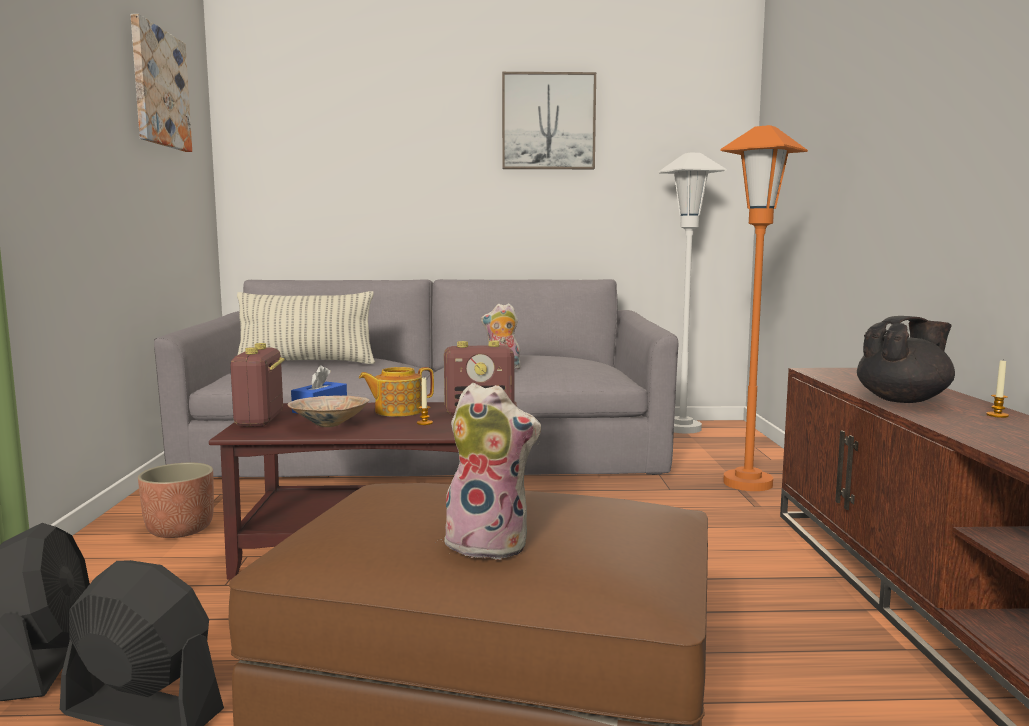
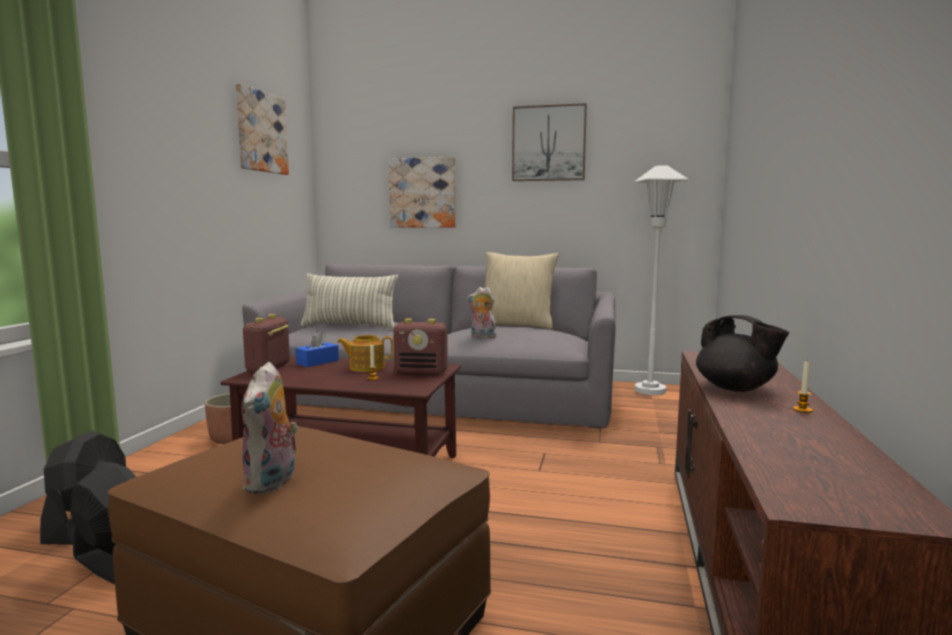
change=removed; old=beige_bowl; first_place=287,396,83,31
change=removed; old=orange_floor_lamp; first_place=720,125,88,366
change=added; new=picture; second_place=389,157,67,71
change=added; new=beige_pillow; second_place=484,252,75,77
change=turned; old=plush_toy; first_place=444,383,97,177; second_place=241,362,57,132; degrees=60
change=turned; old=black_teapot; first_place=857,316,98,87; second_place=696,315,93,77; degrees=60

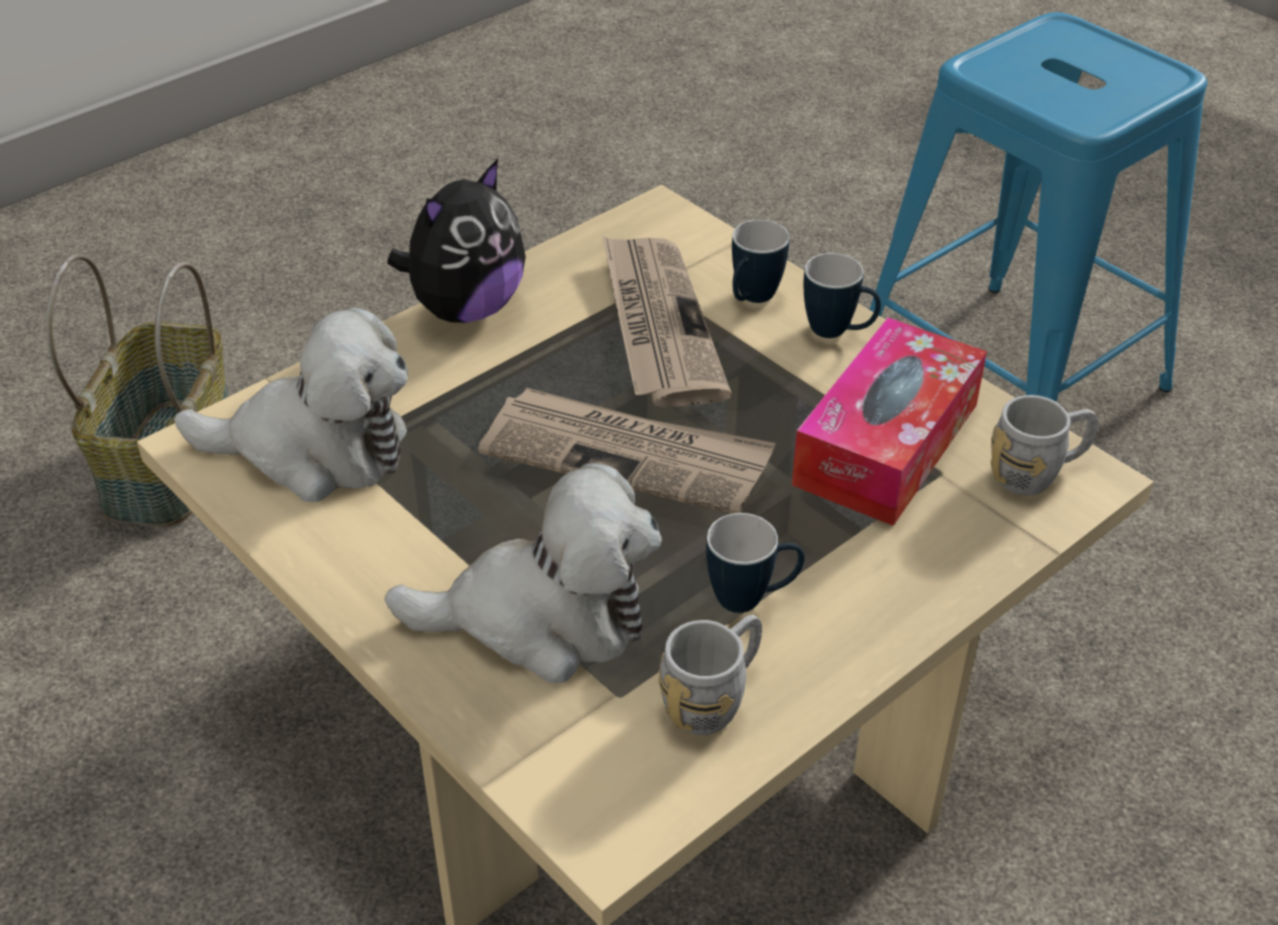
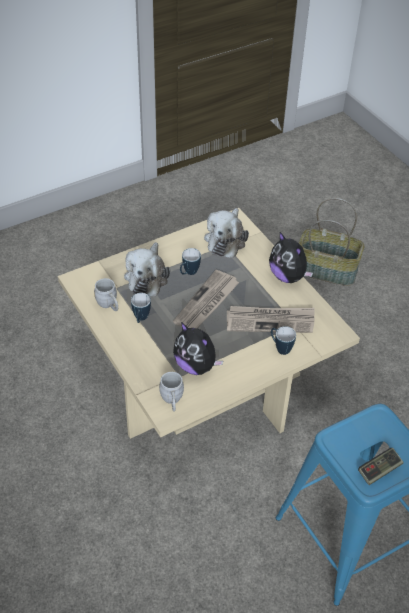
change=added; new=game_controller; second_place=358,448,46,37
change=moved; old=mug; first_place=804,253,77,85; second_place=180,248,21,27
change=replaced; old=tissue_box; new=plush_toy; first_place=792,317,195,209; second_place=173,322,50,53

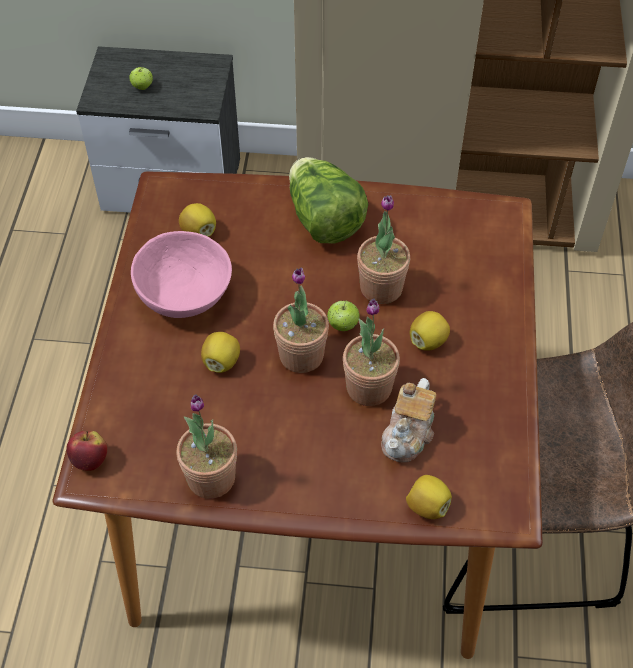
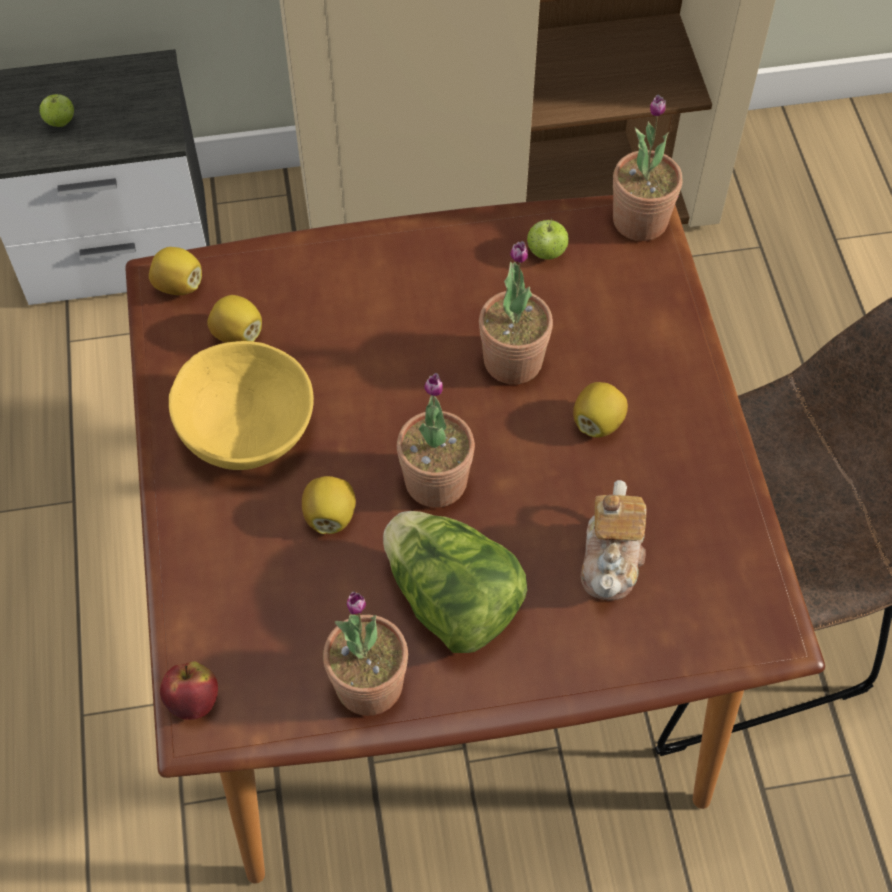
change=moved; old=lettuce; first_place=289,157,79,86; second_place=383,511,144,142
change=moved; old=apple; first_place=327,301,33,30; second_place=527,218,42,42
change=moved; old=potted_plant; first_place=343,299,57,107; second_place=613,94,69,147
change=moved; old=lemon; first_place=406,475,46,44; second_place=149,247,53,48
change=recoloured; old=pink_bowl; new=yellow_bowl; first_place=131,231,101,87; second_place=169,341,145,129

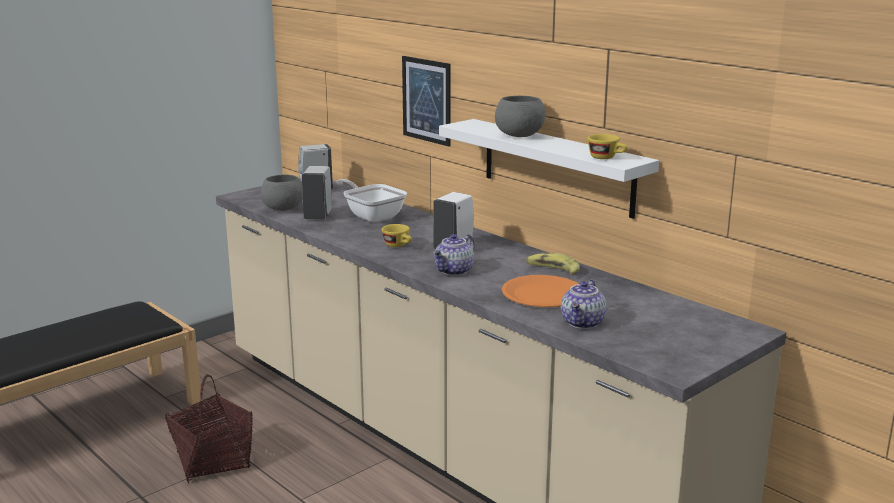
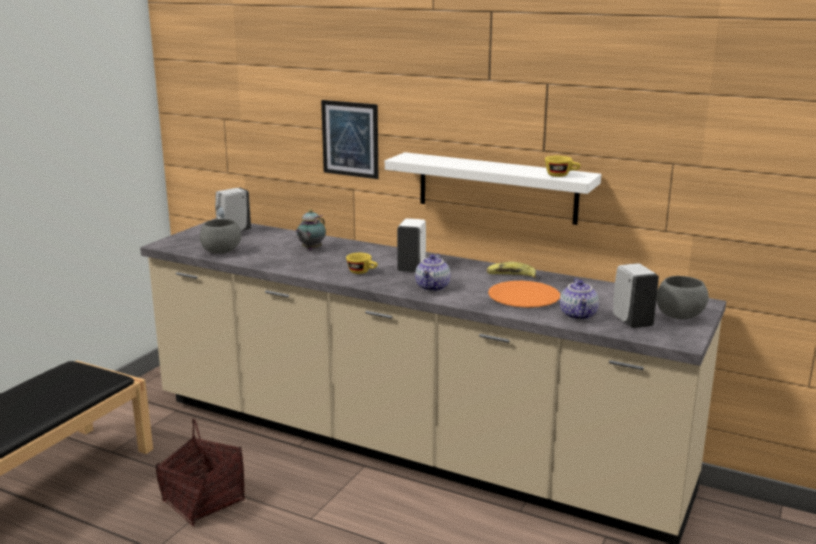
change=moved; old=white_soap_dispenser; first_place=302,166,30,54; second_place=613,263,46,65
change=moved; old=grey_bowl; first_place=495,96,51,41; second_place=657,276,52,44
change=replaced; old=frying_pan; new=teapot; first_place=336,179,71,43; second_place=295,209,31,41

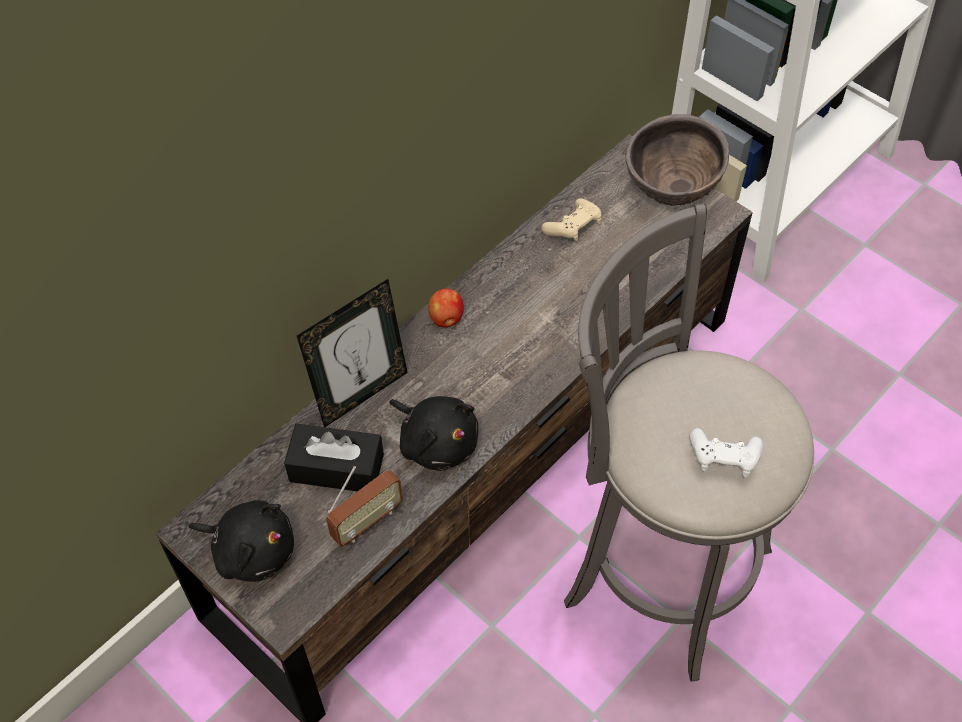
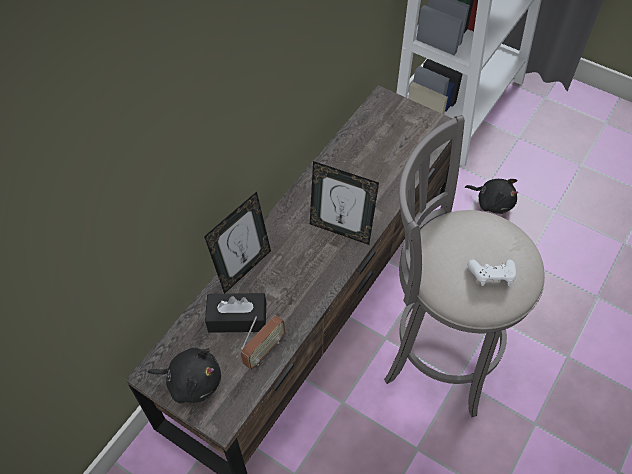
change=removed; old=apple; first_place=428,289,36,39
change=removed; old=beige_game_controller; first_place=541,198,60,43
change=removed; old=brown_bowl; first_place=626,114,104,92
change=added; new=picture_frame; second_place=310,161,69,84
change=moved; old=black_plush_toy; first_place=389,396,89,75; second_place=465,179,53,35

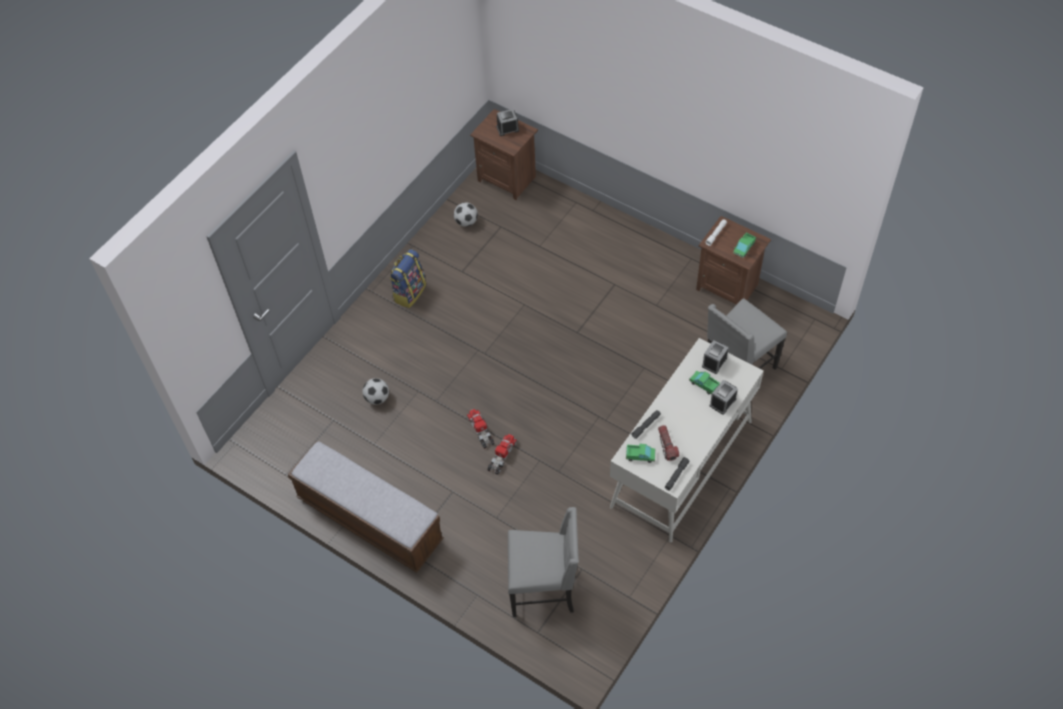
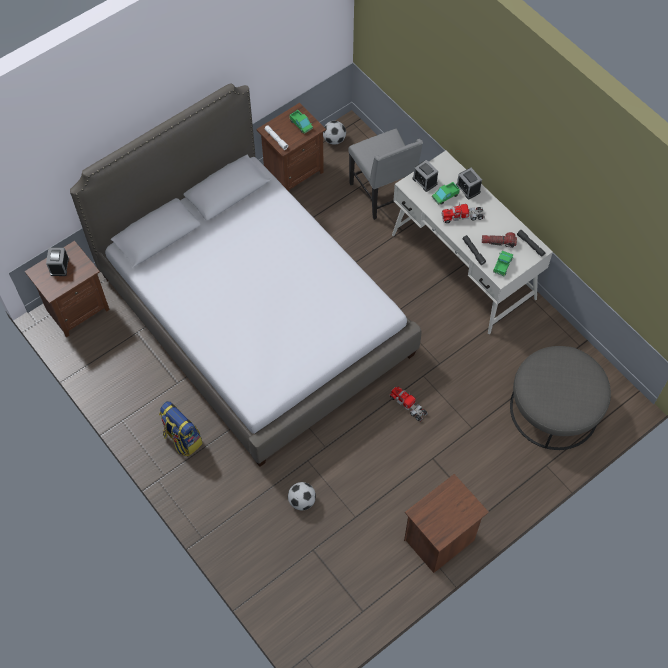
change=added; new=bed; second_place=70,84,351,383
change=moved; old=football; first_place=454,202,24,25; second_place=323,121,23,24
change=moved; old=toy_truck; first_place=467,409,28,40; second_place=441,203,44,20
change=replaced; old=bench; new=brown_nightstand; first_place=288,441,156,132; second_place=404,474,85,99
change=replaced; old=grey_chair; new=grey_ottoman; first_place=508,507,71,110; second_place=510,346,101,104

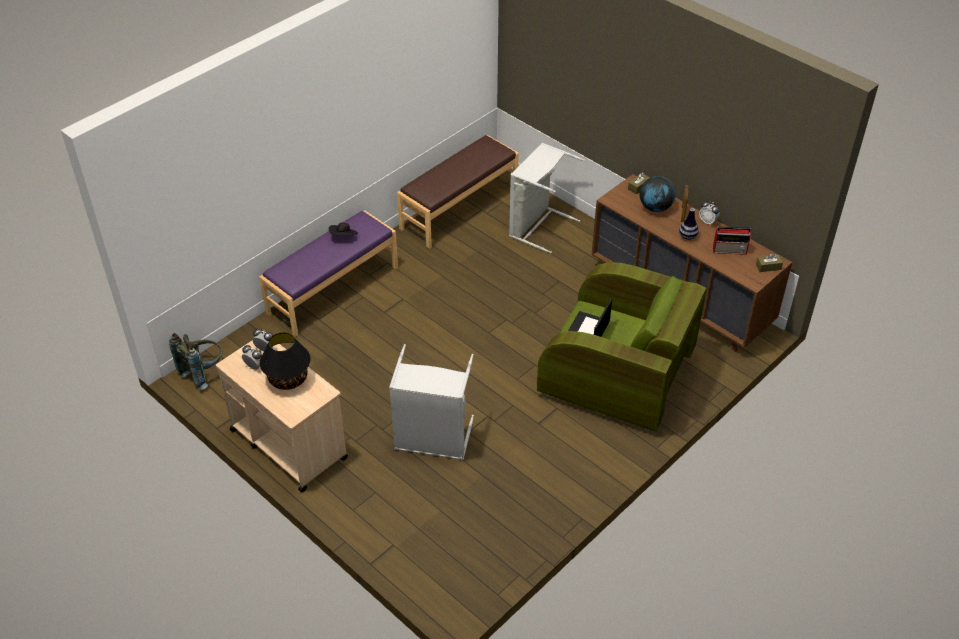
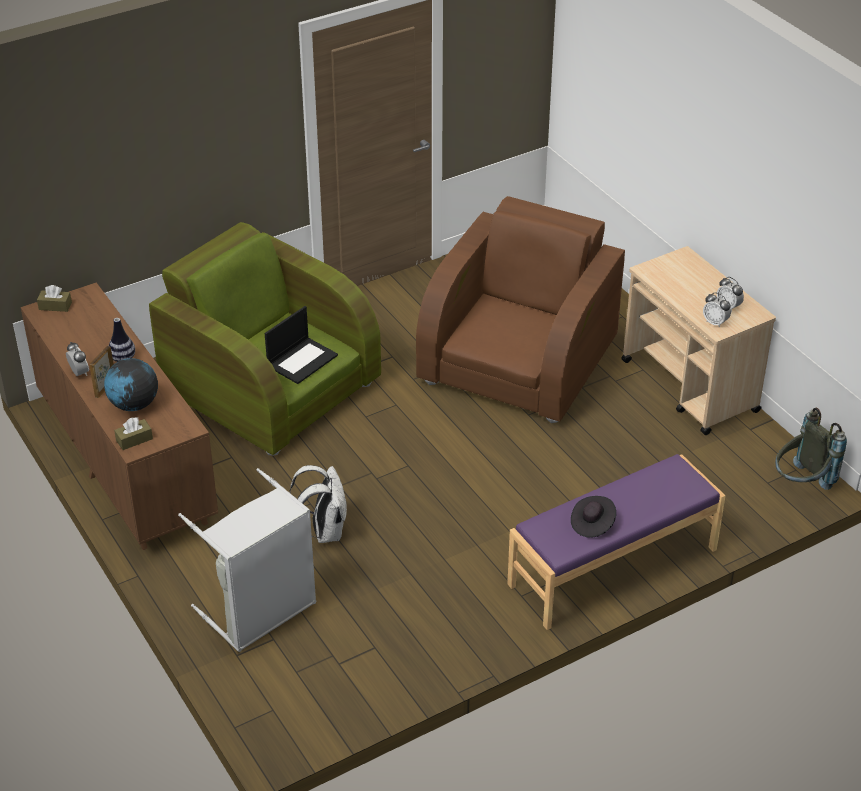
change=removed; old=black_table_lamp; first_place=260,333,51,57
change=removed; old=brown_bench; first_place=397,135,122,114
change=removed; old=radio; first_place=713,226,38,29
change=added; new=white_backpack; second_place=289,465,58,78
change=replaced; old=grey_laundry_basket; new=brown_armchair; first_place=389,344,85,116; second_place=416,196,209,227

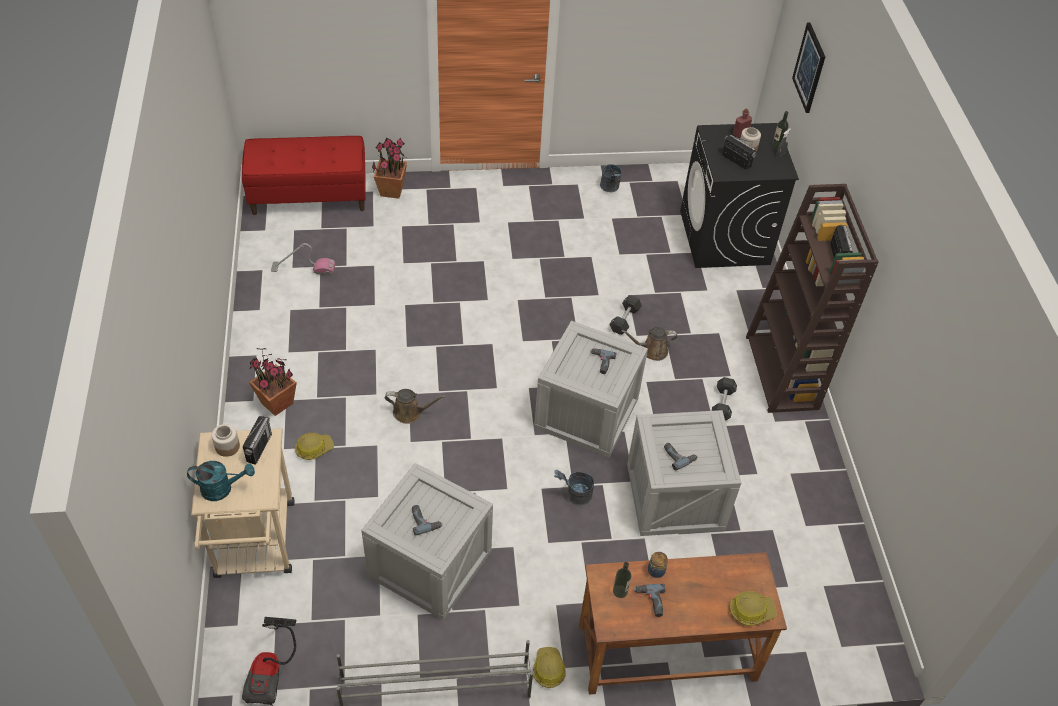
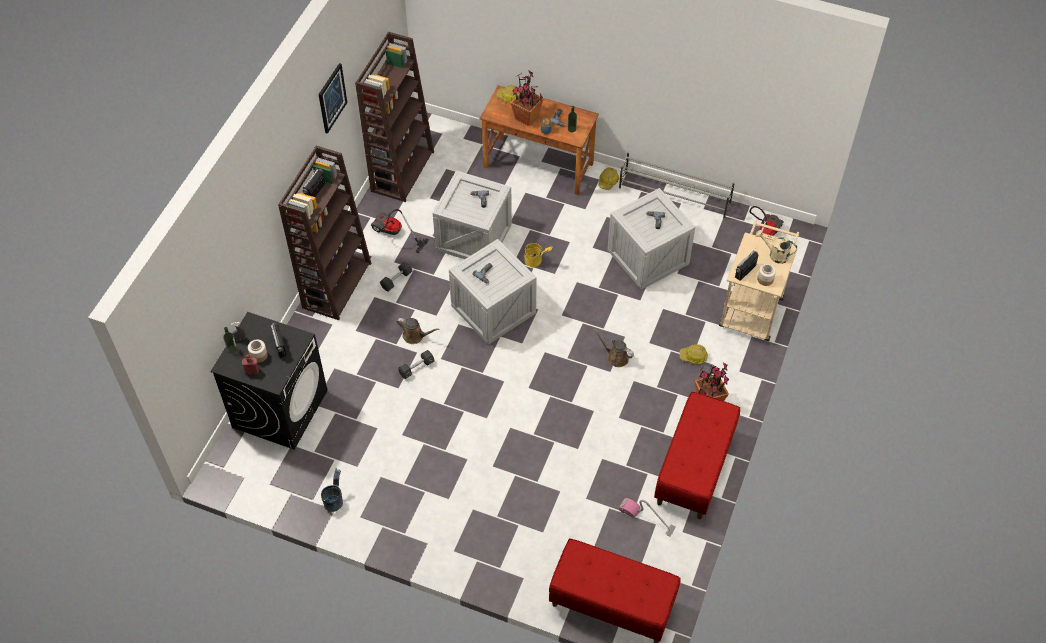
change=added; new=brown_bookcase; second_place=355,32,79,170
change=added; new=vacuum_cleaner; second_place=371,209,58,44
change=added; new=red_bench; second_place=654,392,86,127
change=moved; old=potted_plant; first_place=372,138,35,61; second_place=510,71,34,55
change=moved; old=picture; first_place=792,22,33,91; second_place=318,63,29,71
change=recoloured; old=turquoise_watering_can; new=beige_watering_can; first_place=187,461,68,40; second_place=756,230,41,34
change=recoloured; old=grey_bucket; new=yellow_bucket; first_place=554,470,40,35; second_place=524,243,29,24

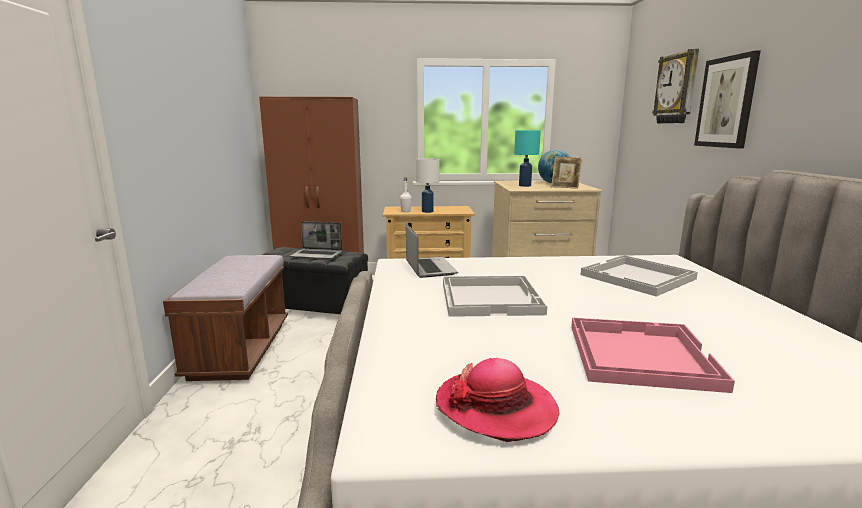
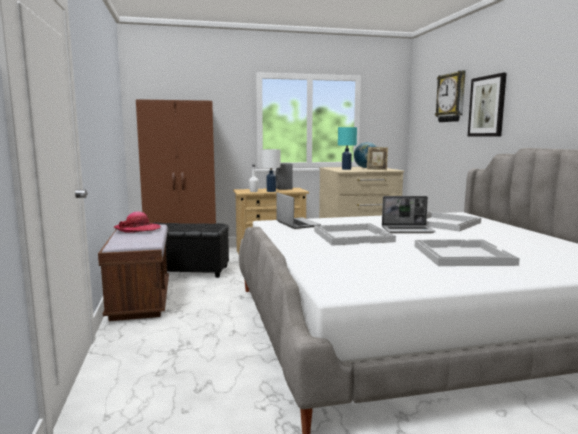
change=added; new=grey_speaker; second_place=276,163,17,27
change=moved; old=laptop; first_place=290,221,53,38; second_place=382,196,54,37
change=moved; old=hat; first_place=436,358,123,84; second_place=114,212,47,20
change=recoloured; old=pink_tray; new=white_tray; first_place=571,318,164,75; second_place=415,239,105,27

